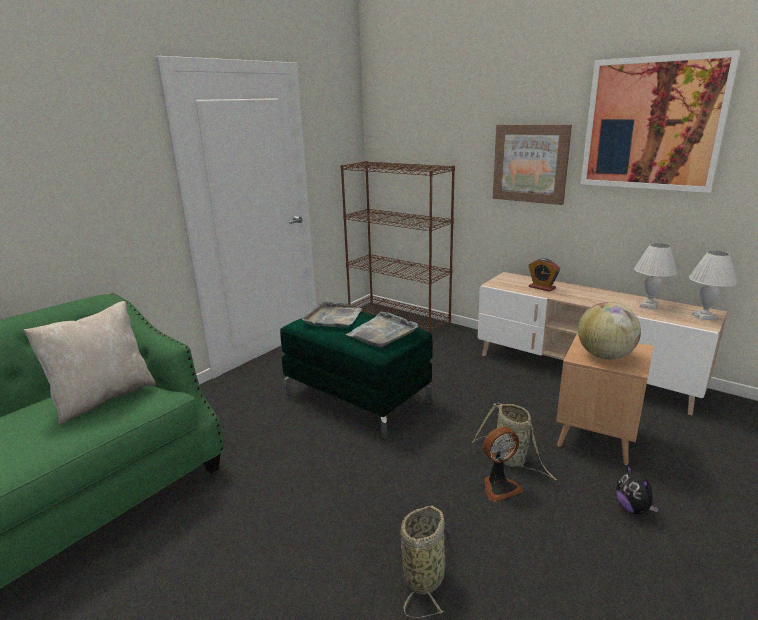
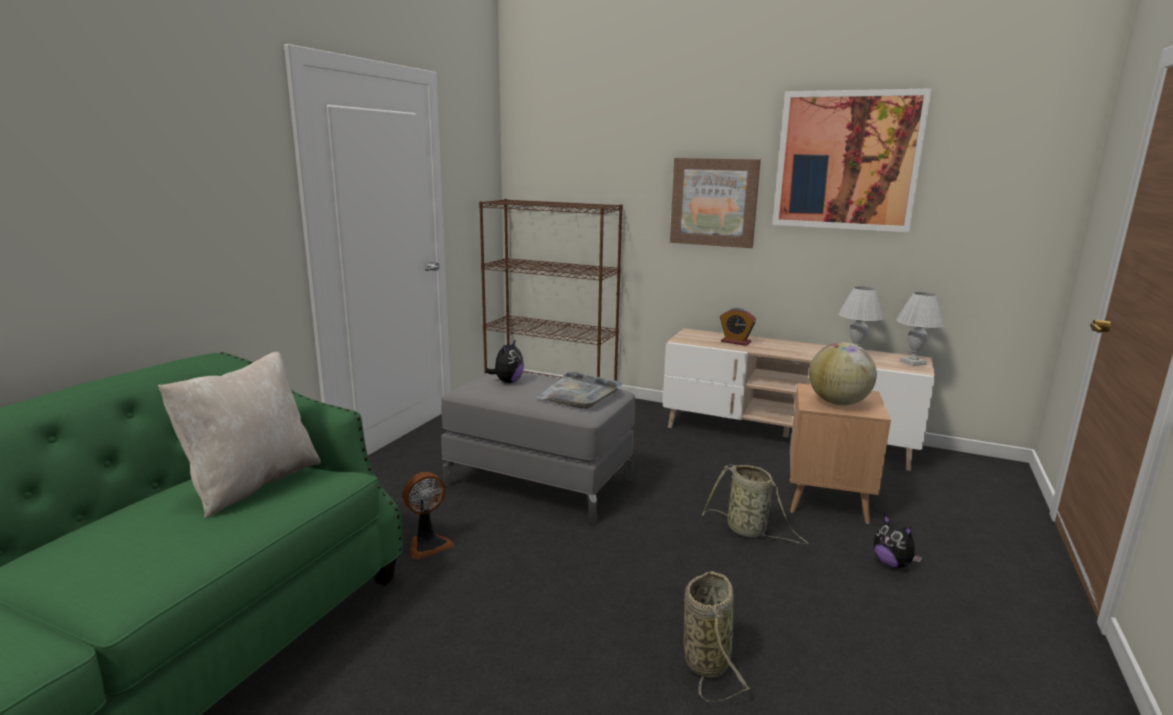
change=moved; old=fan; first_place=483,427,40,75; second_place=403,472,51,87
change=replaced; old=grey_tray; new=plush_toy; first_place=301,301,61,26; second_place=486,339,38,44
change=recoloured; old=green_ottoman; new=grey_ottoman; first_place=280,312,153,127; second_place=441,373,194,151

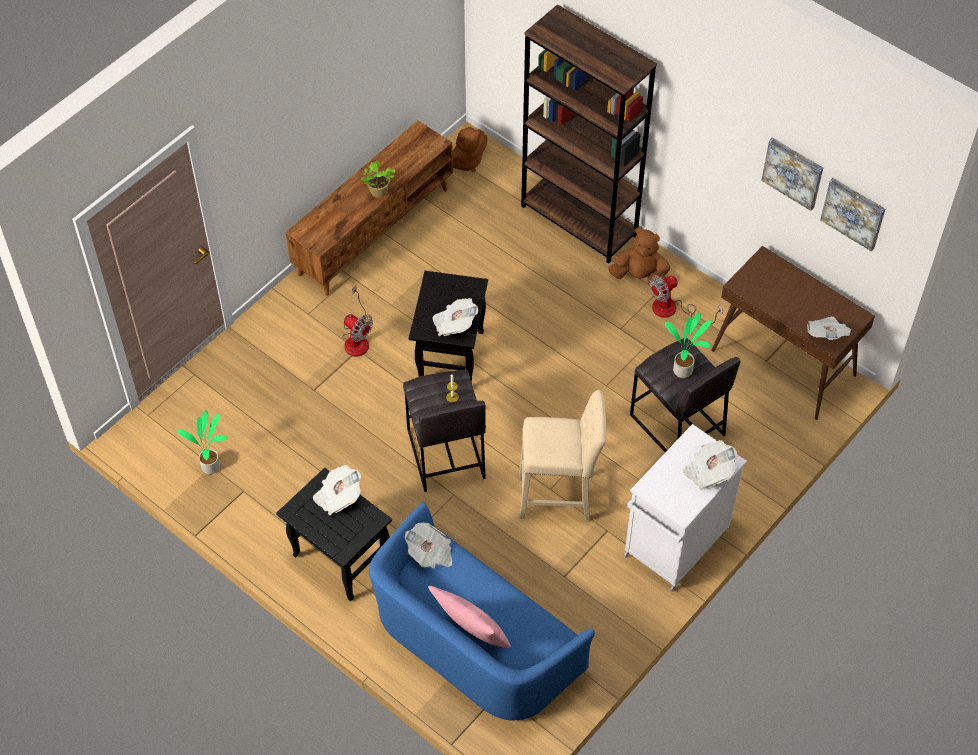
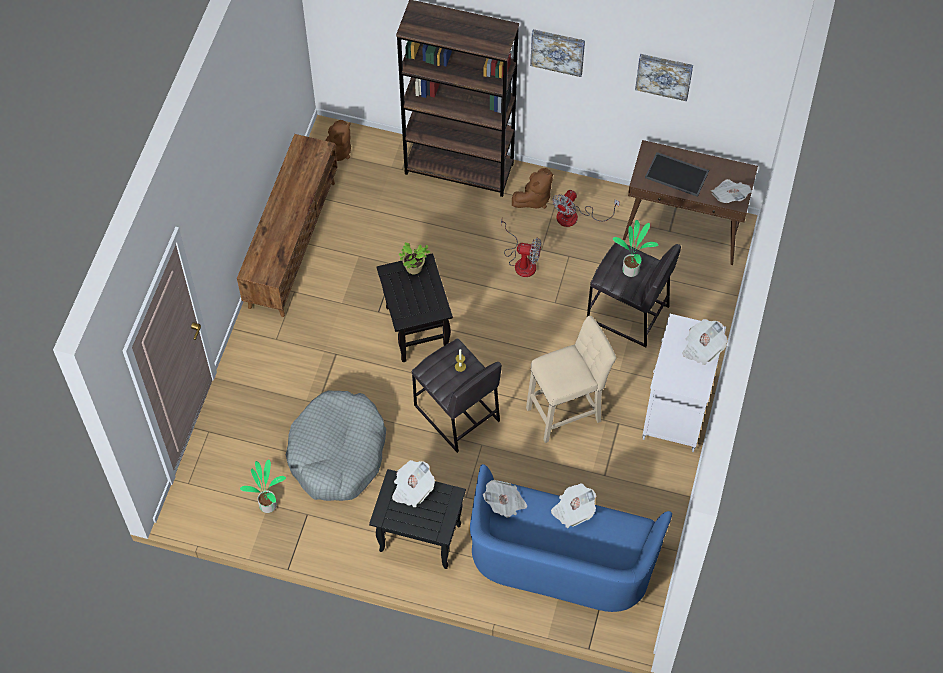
change=removed; old=pink_pillow; first_place=429,586,82,62
change=added; new=grey_dog_bed; second_place=286,390,100,111
change=added; new=tray; second_place=645,152,64,45
change=moved; old=fan; first_place=342,285,31,72; second_place=501,219,40,58
change=moved; old=potted_plant; first_place=361,160,34,38; second_place=399,242,31,32
change=moved; old=newspaper; first_place=432,298,46,38; second_place=551,484,45,44
change=moved; old=picture; first_place=820,178,65,73; second_place=530,29,55,48
change=turned; old=brown_plush_toy; first_place=608,228,62,62; second_place=512,168,41,41; degrees=150

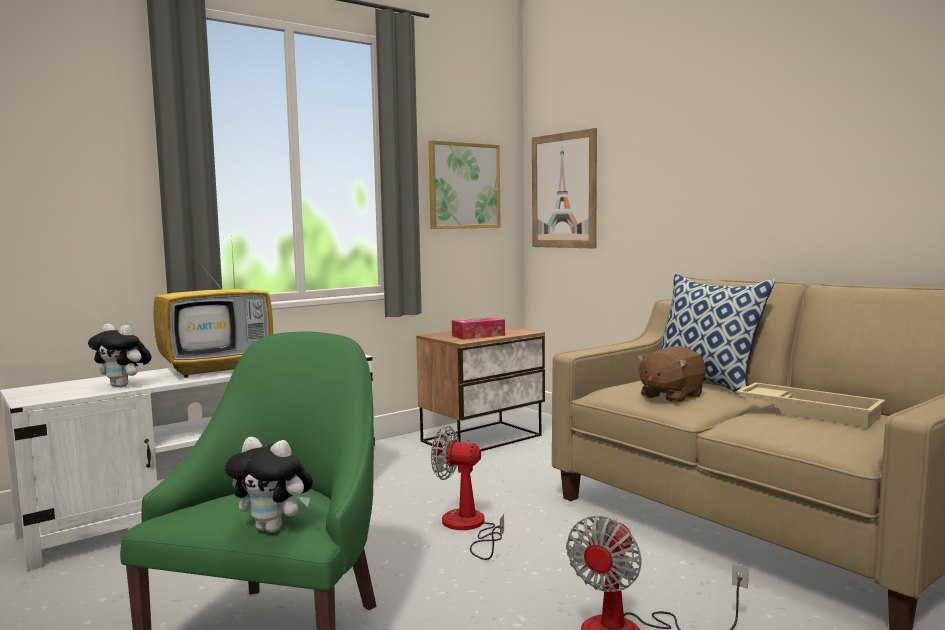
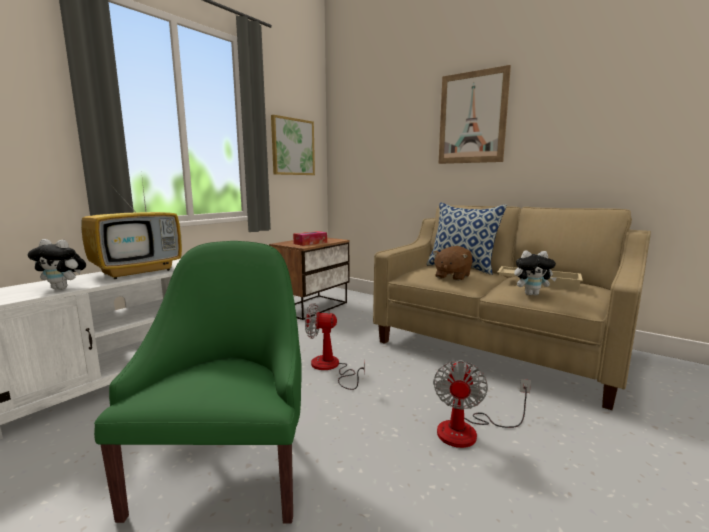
change=moved; old=plush_toy; first_place=225,437,88,96; second_place=514,250,43,45
change=moved; old=picture; first_place=532,128,65,121; second_place=438,65,73,99

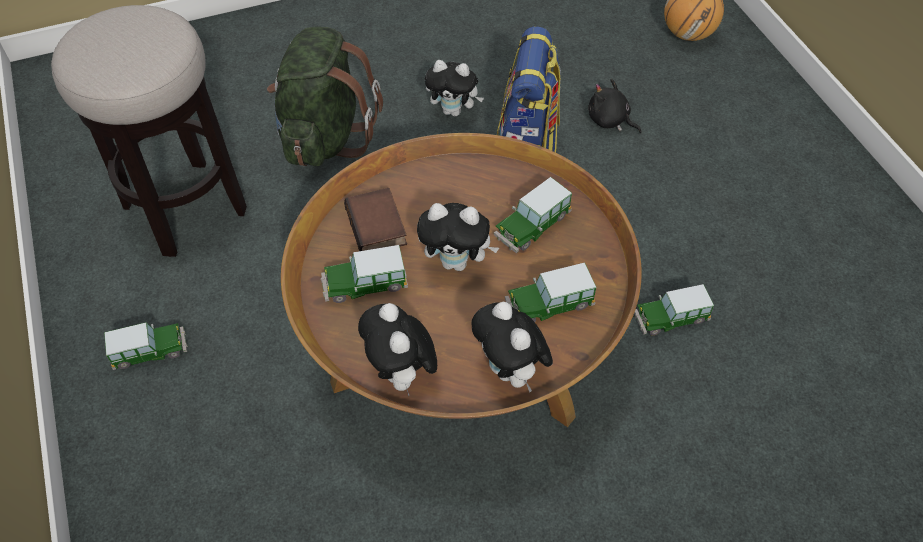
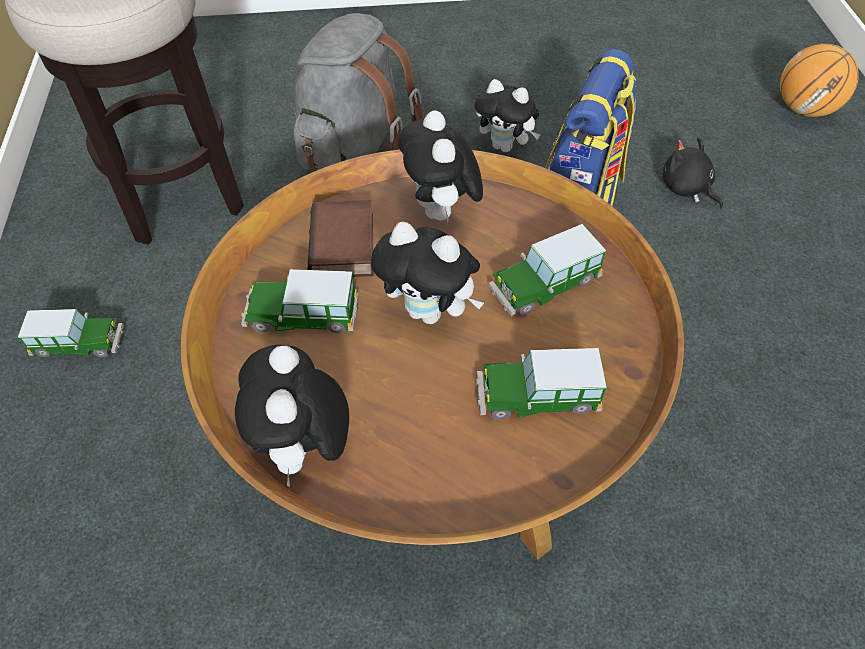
change=removed; old=toy_car; first_place=634,284,80,51
change=moved; old=plush_toy; first_place=471,301,82,92; second_place=398,111,85,113
change=recoloured; old=green_backpack; new=grey_backpack; first_place=267,26,116,140; second_place=293,13,130,159

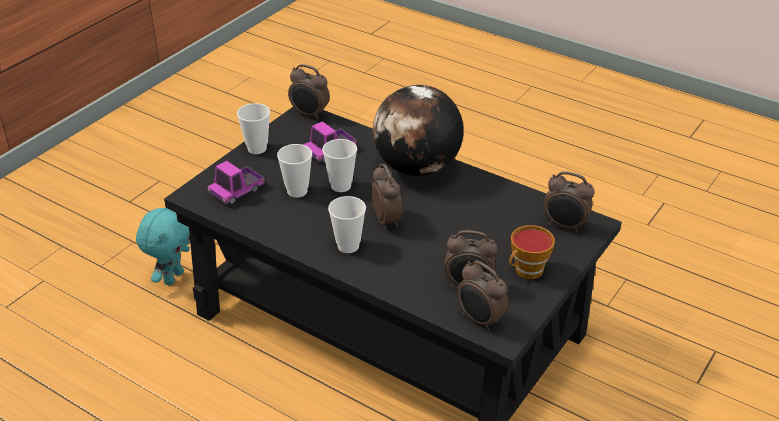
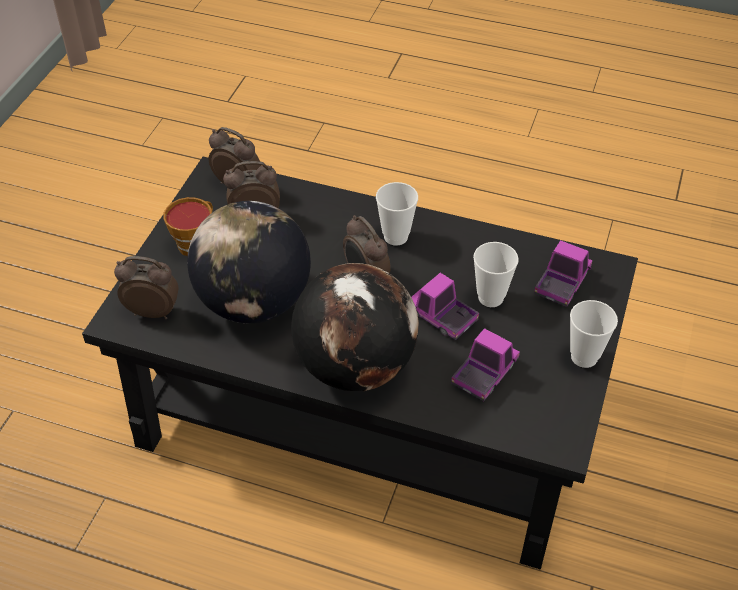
change=removed; old=turquoise_plush_toy; first_place=136,208,54,78
change=removed; old=alarm_clock; first_place=288,64,42,56
change=added; new=globe; second_place=187,201,124,122
change=replaced; old=cup; new=toy_truck; first_place=322,139,35,53; second_place=411,273,68,67

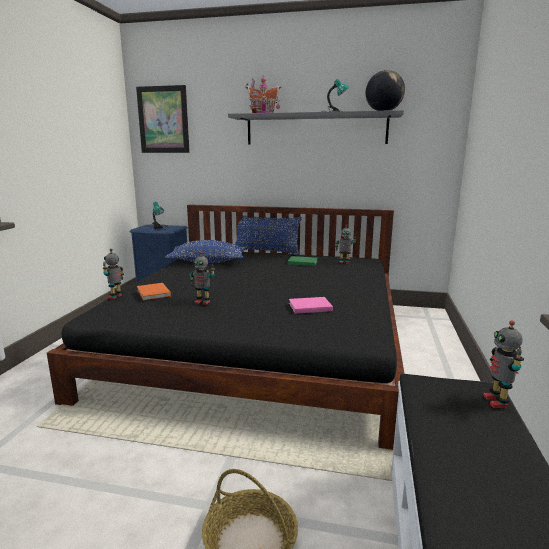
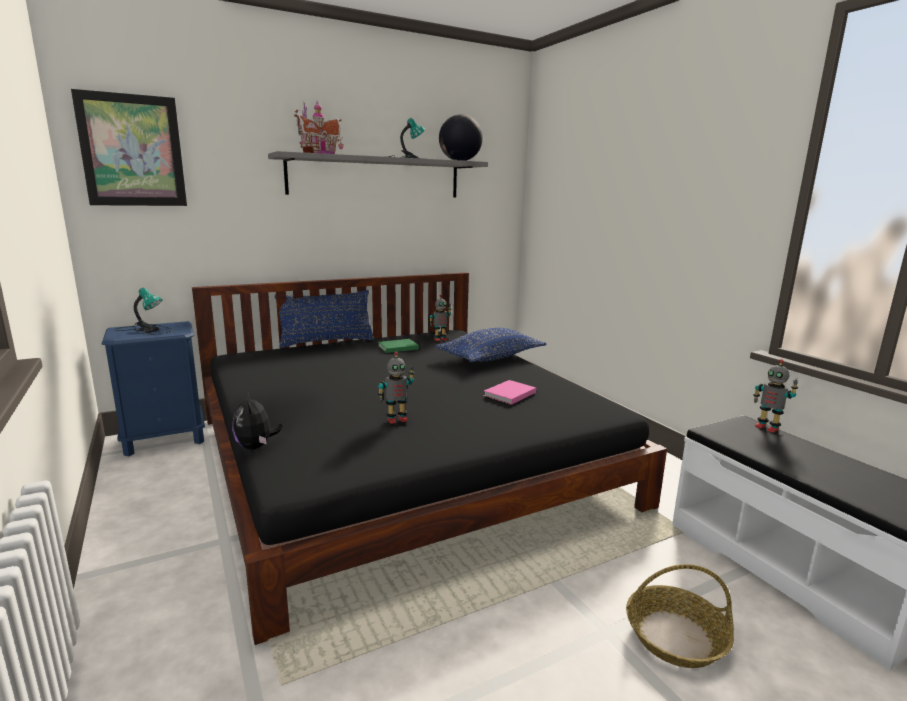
change=removed; old=orange_book; first_place=137,283,34,18
change=moved; old=blue_pillow; first_place=164,240,82,23; second_place=436,328,110,34
change=replaced; old=toy_robot; new=plush_toy; first_place=103,249,21,50; second_place=232,391,50,59

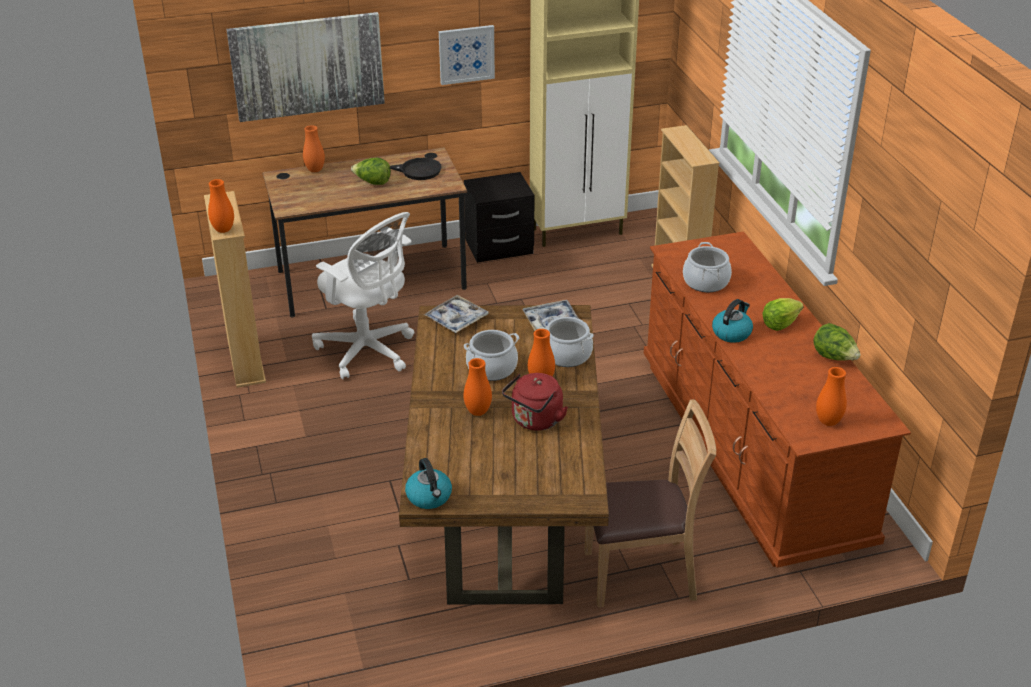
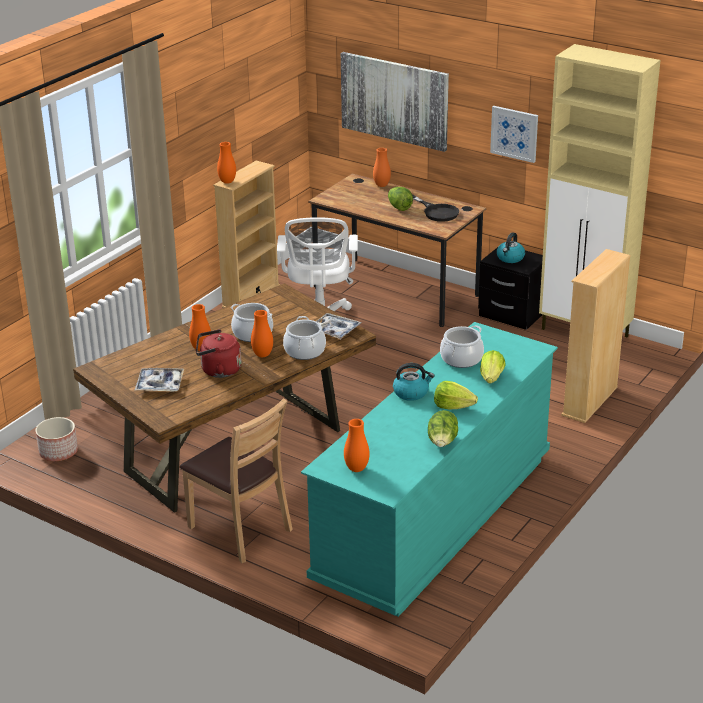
change=added; new=planter; second_place=35,417,43,44
change=added; new=lettuce; second_place=480,350,25,33
change=moved; old=kettle; first_place=405,458,47,51; second_place=497,232,28,31
change=moved; old=tray; first_place=424,295,65,38; second_place=134,368,50,24
change=recoloured; old=brown_dresser; new=turquoise_dresser; first_place=644,231,267,337; second_place=301,322,257,295

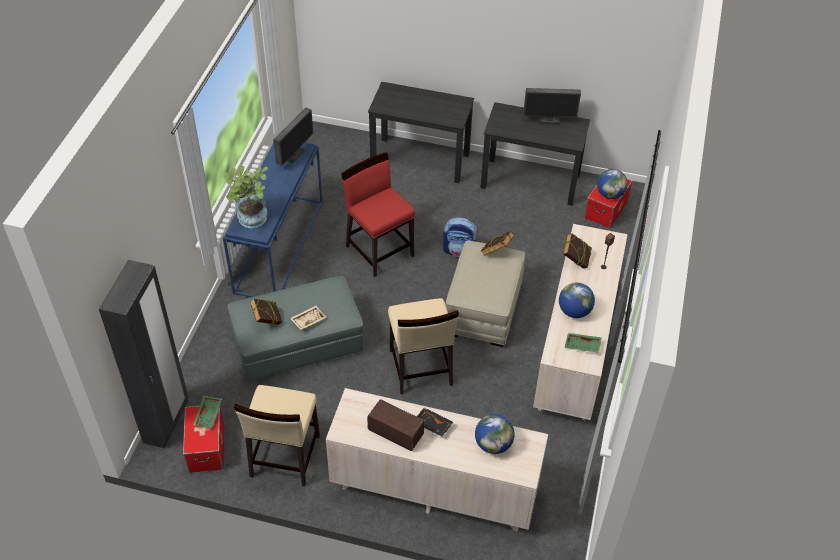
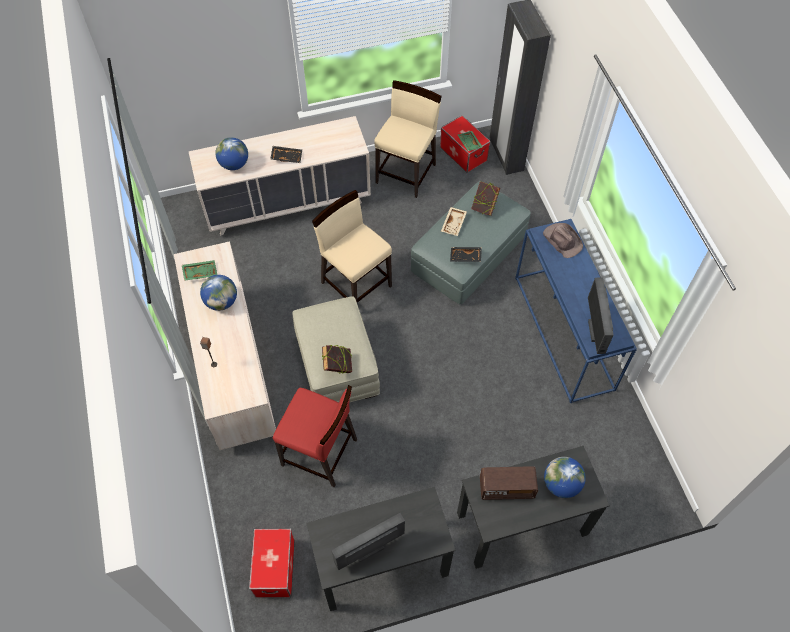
change=removed; old=backpack; first_place=443,217,35,40
change=removed; old=book; first_place=563,233,29,36
change=added; new=black_tray; second_place=450,247,32,15
change=moved; old=red_chair; first_place=341,152,74,125; second_place=273,385,84,103
change=moved; old=radio; first_place=367,399,57,52; second_place=480,466,58,34
change=moved; old=globe; first_place=597,169,31,30; second_place=544,457,42,41
change=replaced; old=potted_plant; new=brown_hat; first_place=224,165,44,63; second_place=543,223,40,35
change=turned; old=beige_chair; first_place=234,385,86,102; second_place=374,80,68,118; degrees=45

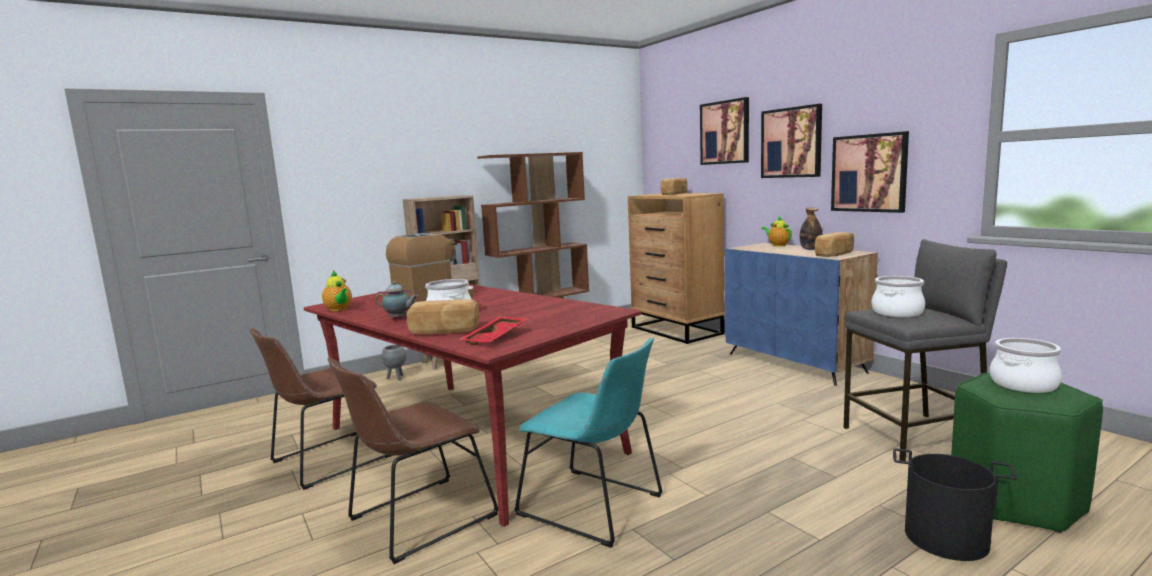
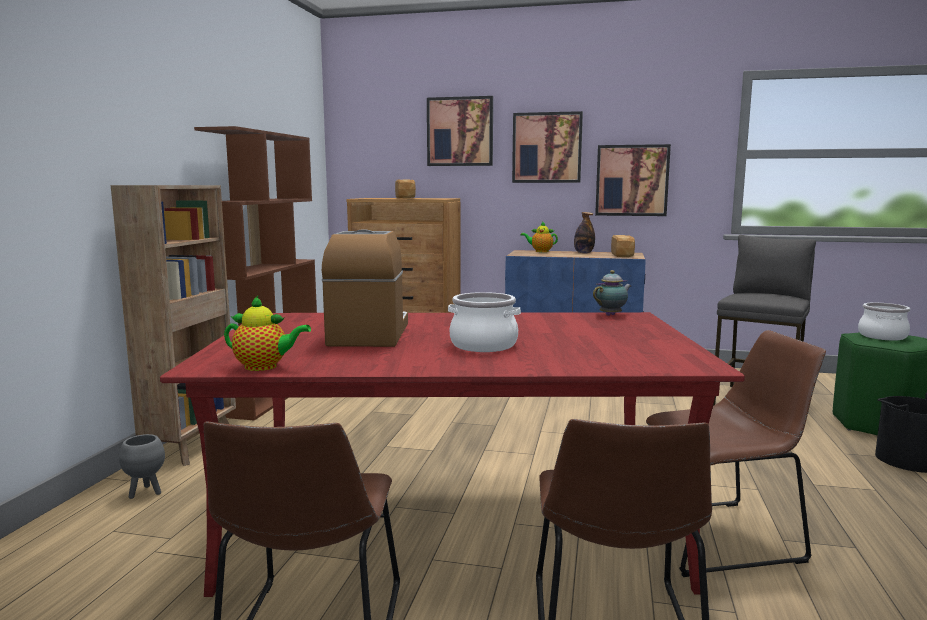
change=removed; old=bread; first_place=407,299,73,35
change=removed; old=red_tray; first_place=460,316,67,29
change=removed; old=cooking_pot; first_place=872,276,53,41
change=moved; old=teapot; first_place=375,281,43,38; second_place=593,270,38,46
change=recoloured; old=turquoise_chair; new=brown_chair; first_place=514,338,149,210; second_place=646,330,180,247

